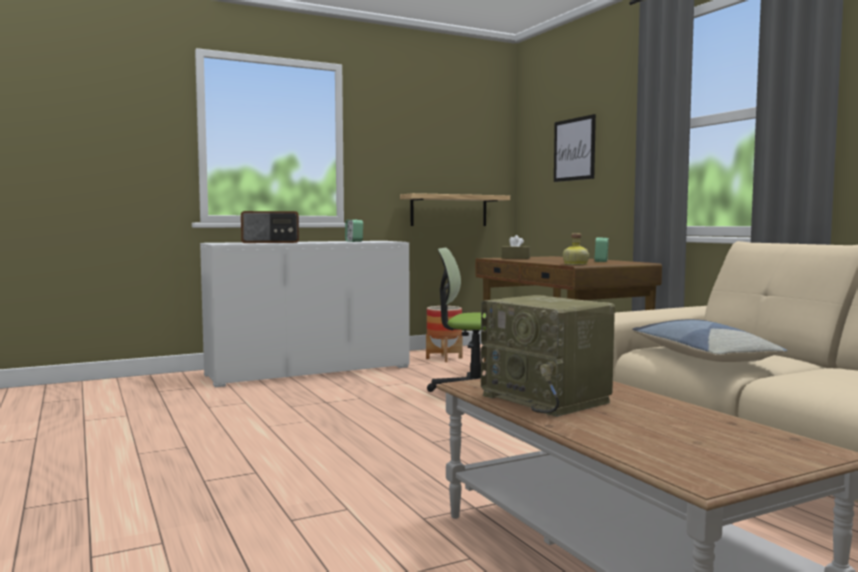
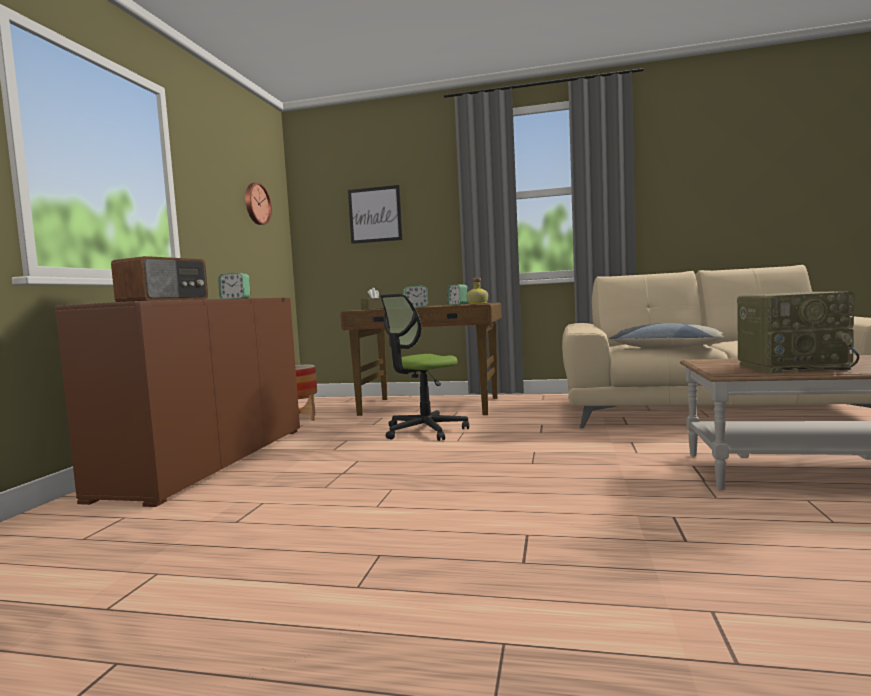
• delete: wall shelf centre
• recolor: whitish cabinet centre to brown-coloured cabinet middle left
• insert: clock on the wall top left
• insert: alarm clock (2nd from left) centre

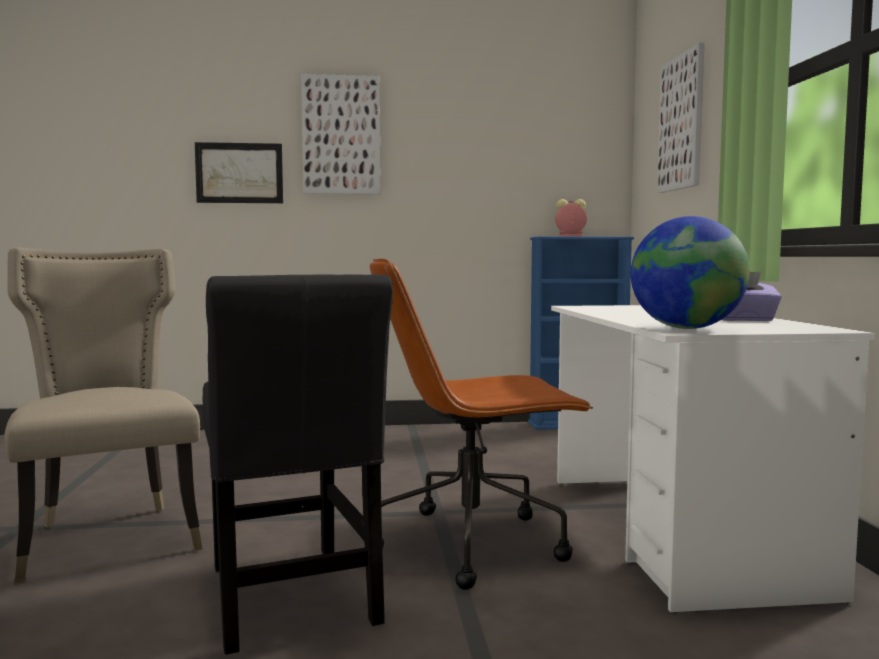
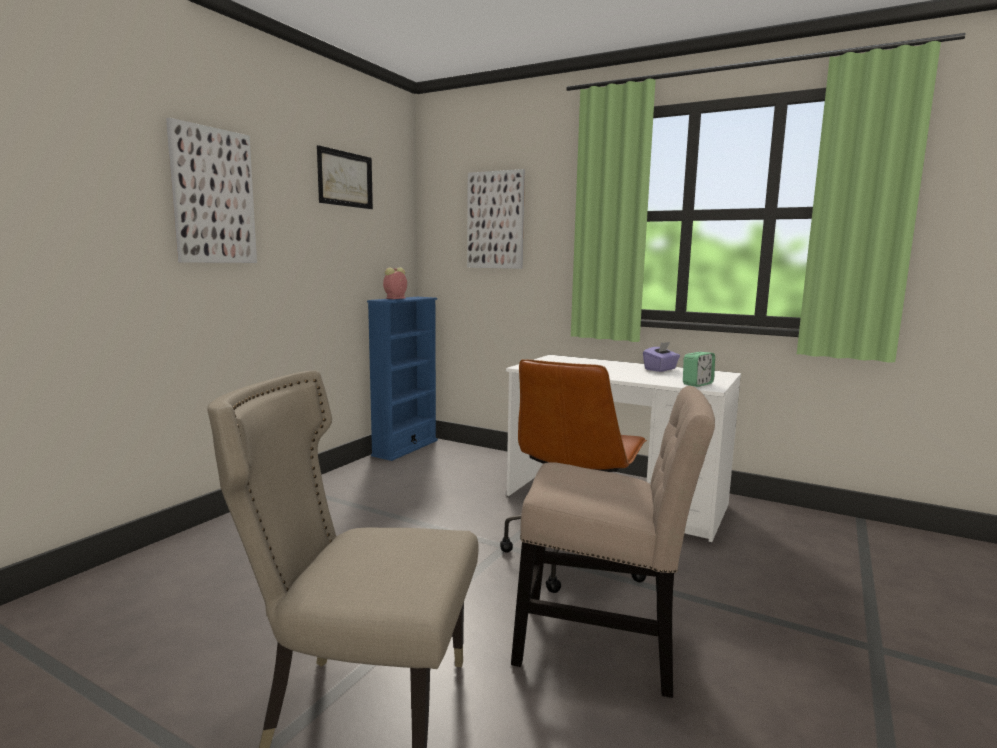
• move: wall picture (1st from left in the first image) top left to wall picture (2nd from left) top centre
• replace: globe middle right to alarm clock (2nd from left) middle right
• recolor: black plain chair bottom centre to beige plain chair (2nd from left) bottom centre

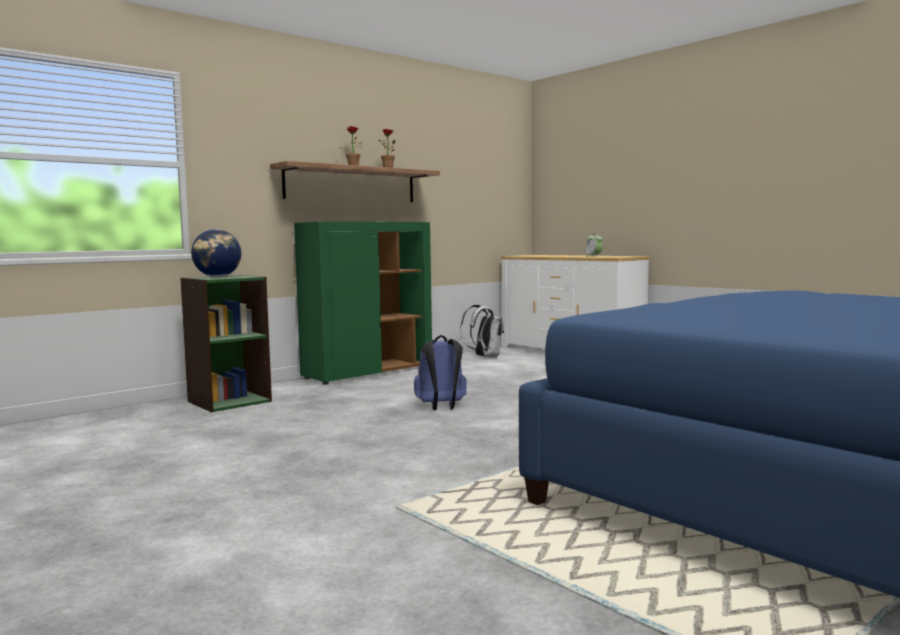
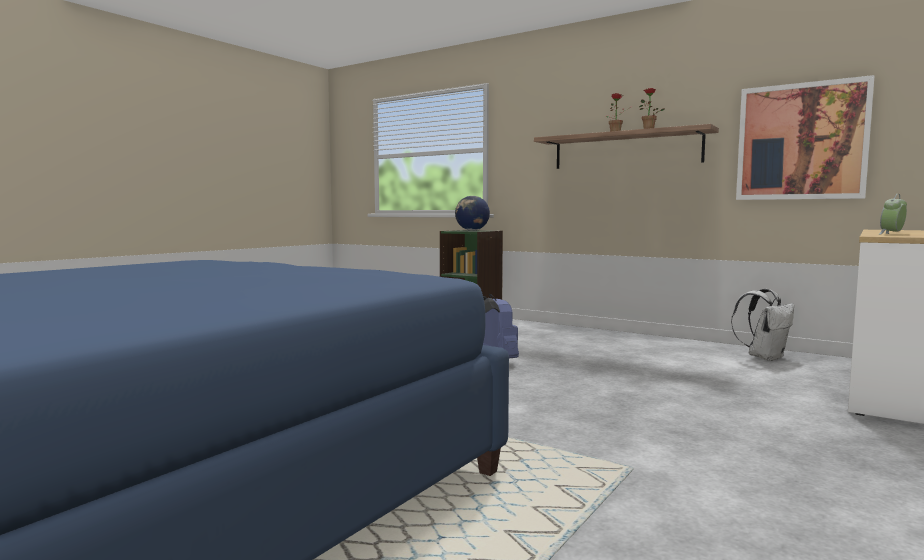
• delete: greenish cabinet centre
• insert: wall picture top right

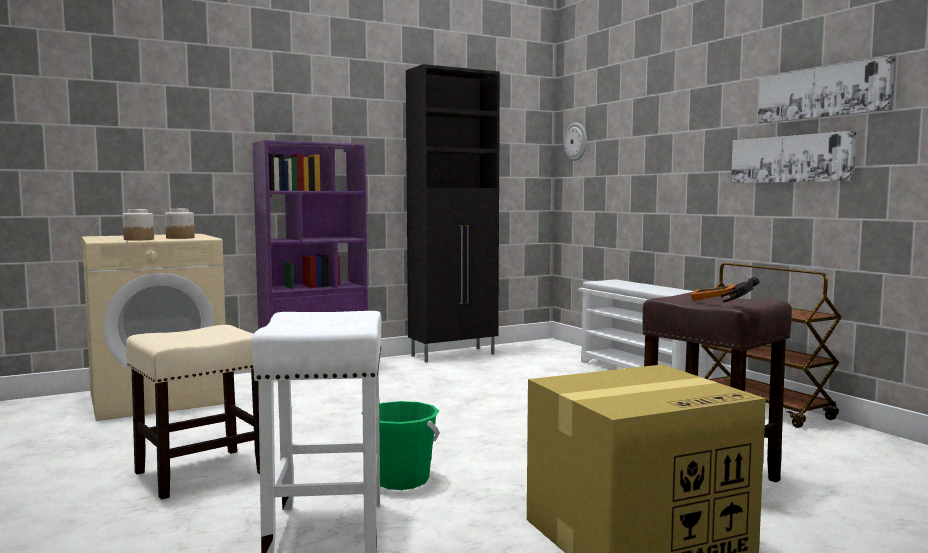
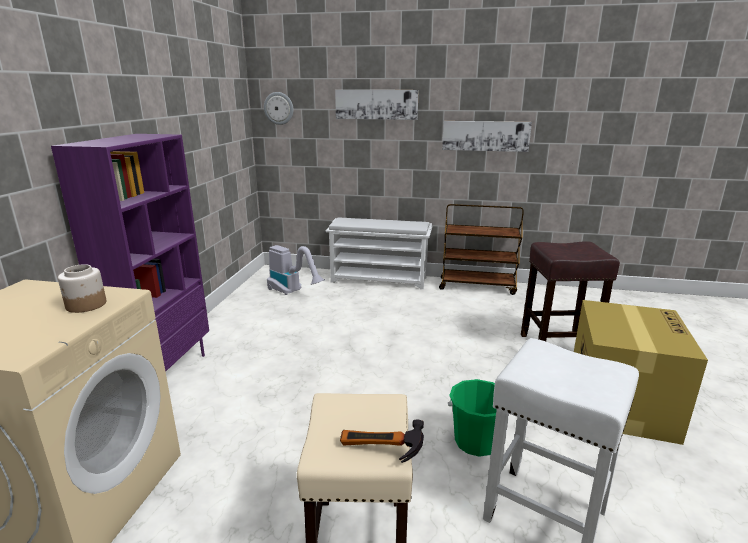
• move: wall picture (2nd from left in the first image) top right to wall picture (1st from left) top centre
• delete: black cabinet centre
• delete: storage jar (1st from left) middle left
• move: hand hammer middle right to bottom centre
• insert: vacuum centre

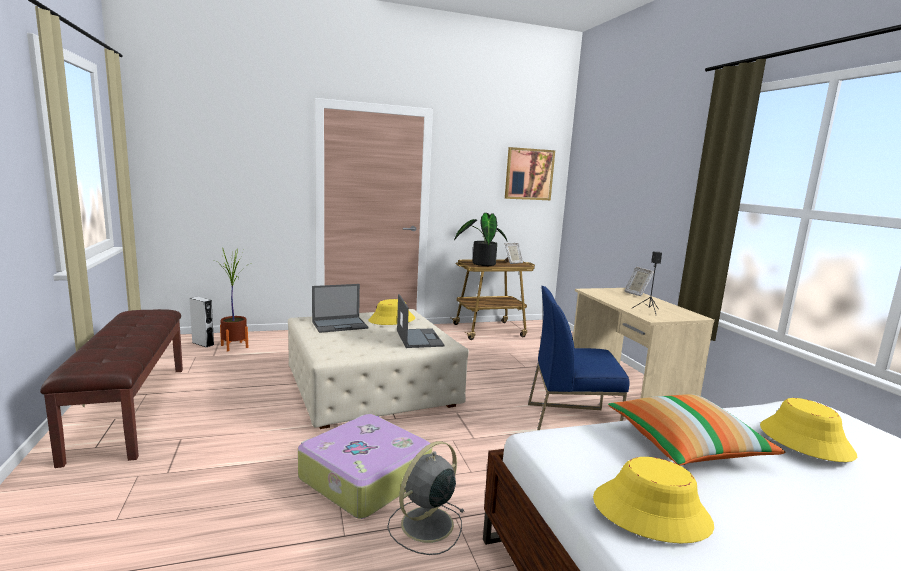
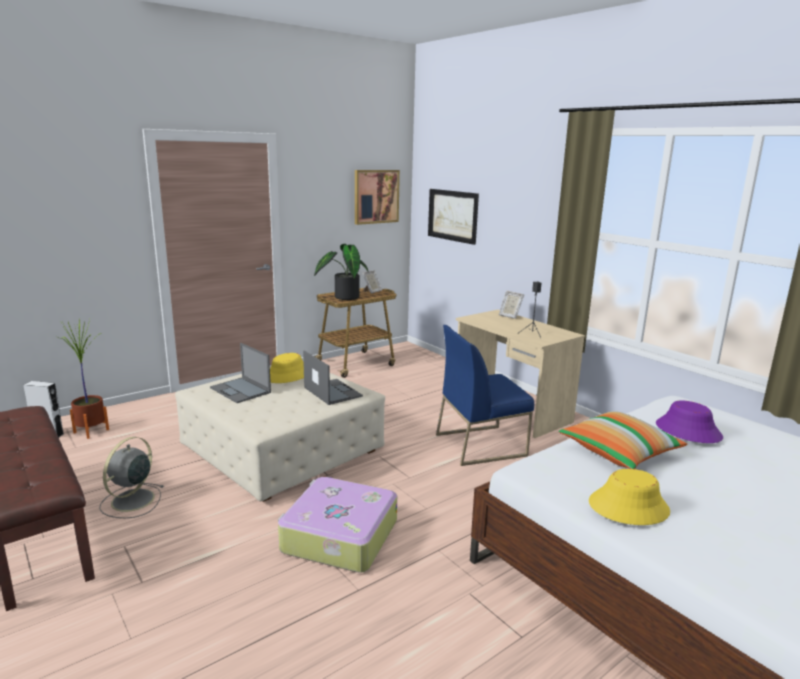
• rotate: portable computer (1st from left) centre = middle left 90 degrees clockwise
• recolor: yellow-coloured wearable hat (3rd from left) bottom right to purplish wearable hat middle right
• move: grey electric fan bottom centre to bottom left
• insert: wall picture (2nd from left) top centre

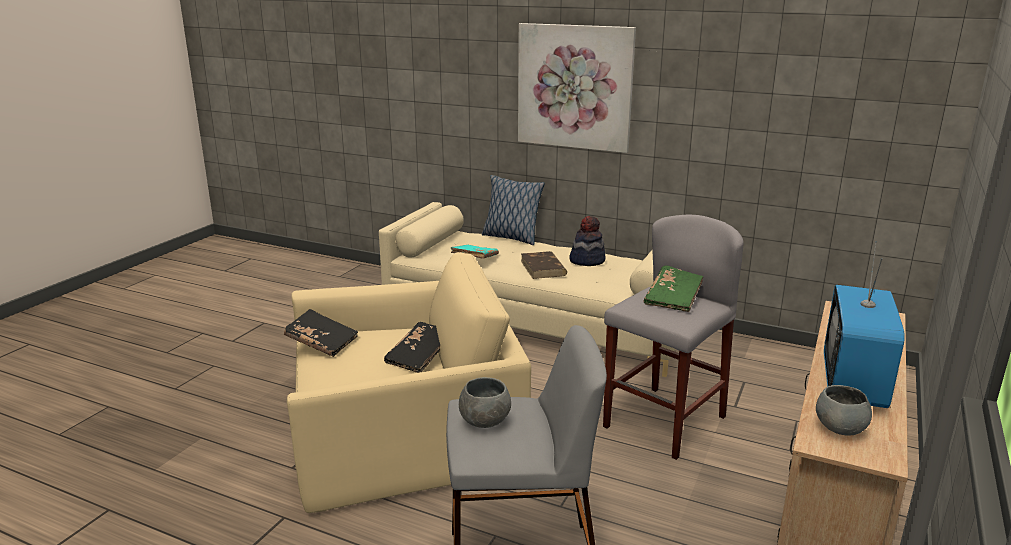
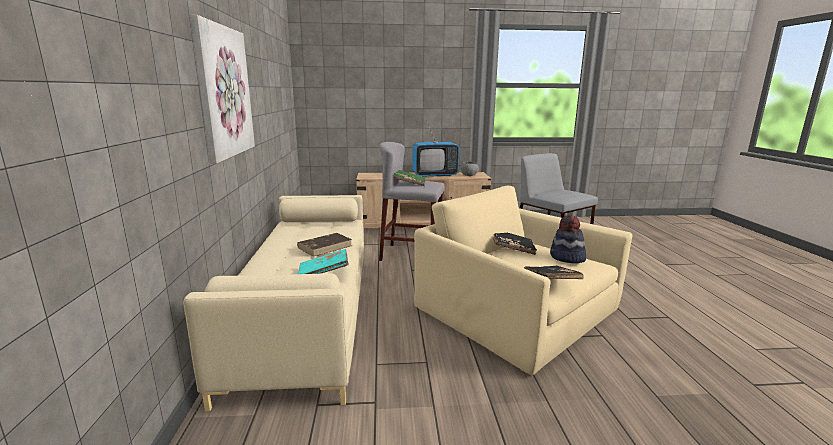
• delete: cushion centre
• move: wearable hat centre to middle right
• delete: grey bowl (1st from left) bottom centre

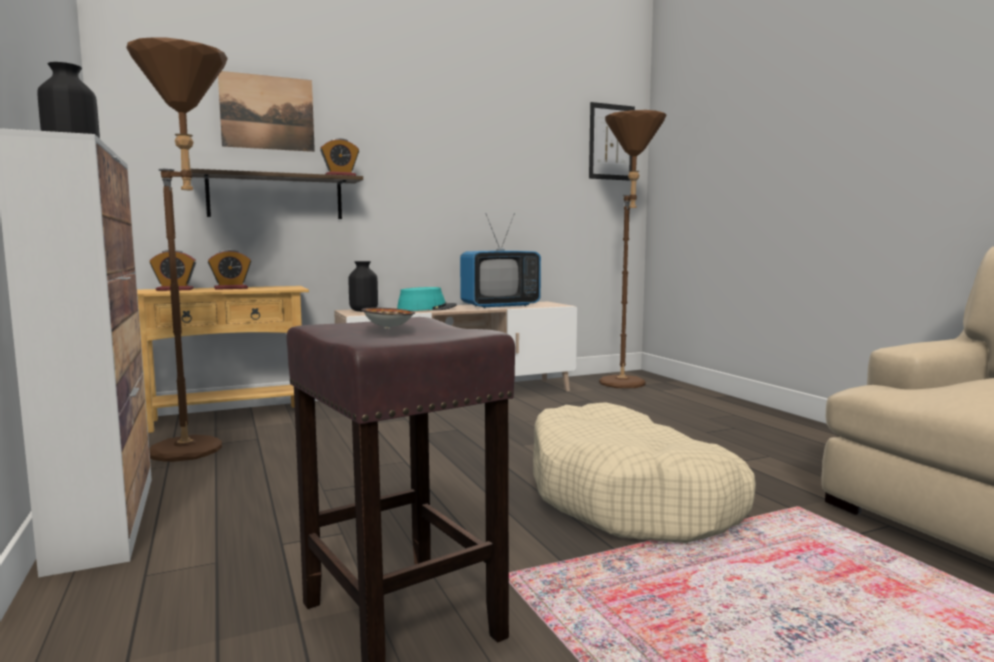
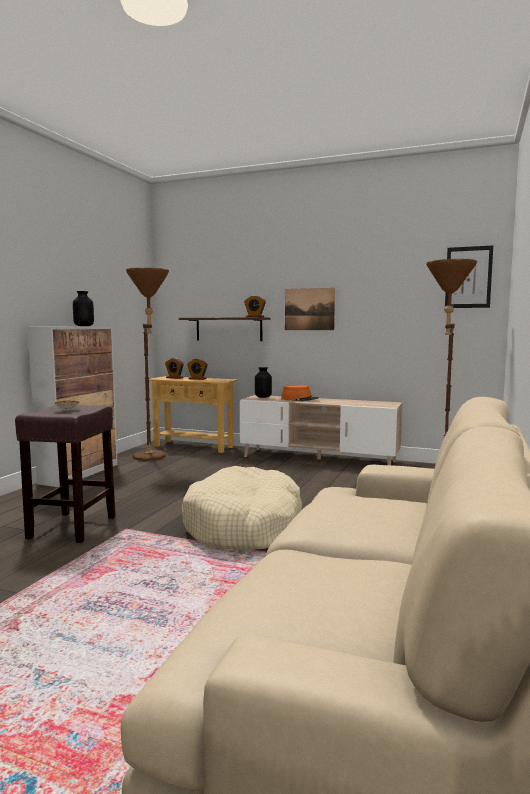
• move: wall picture (1st from left) top left to centre
• delete: TV centre
• recolor: turquoise wearable hat centre to orange-coloured wearable hat centre

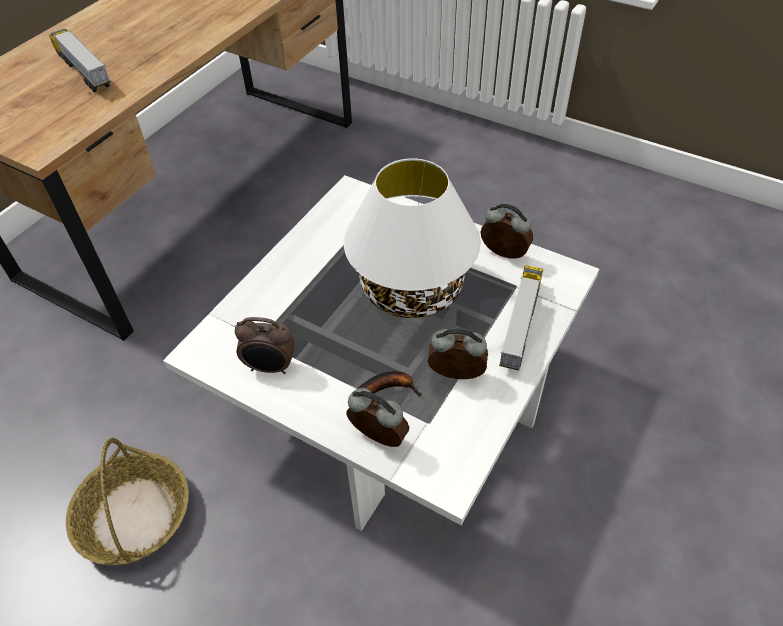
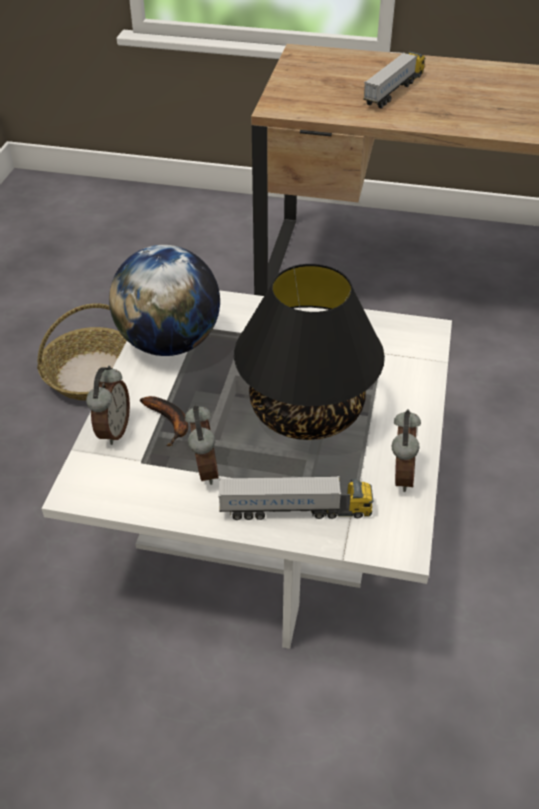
• recolor: whitish table lamp centre to black table lamp centre
• replace: alarm clock (1st from left) centre to globe middle left

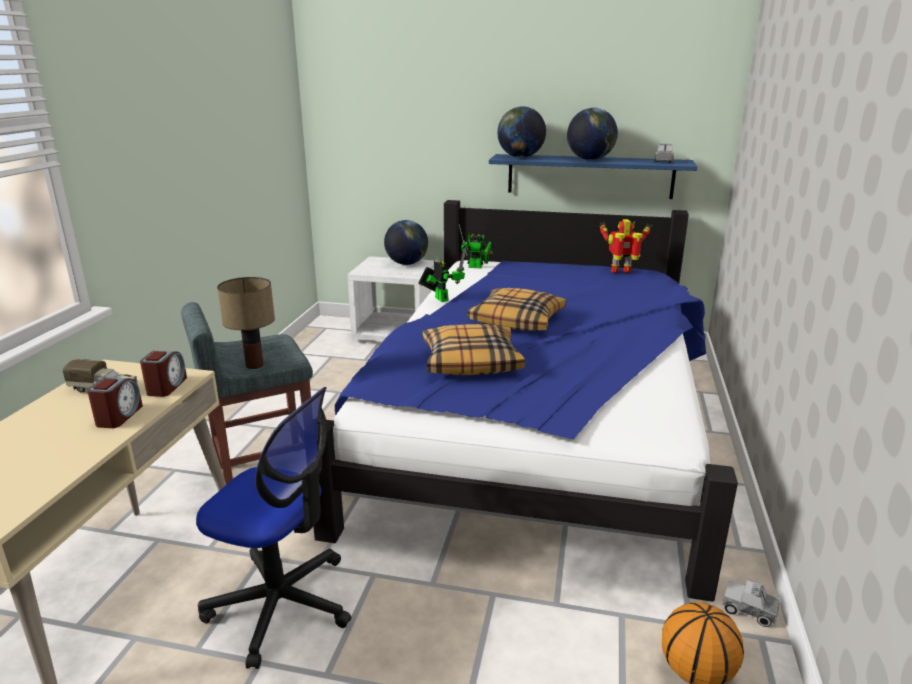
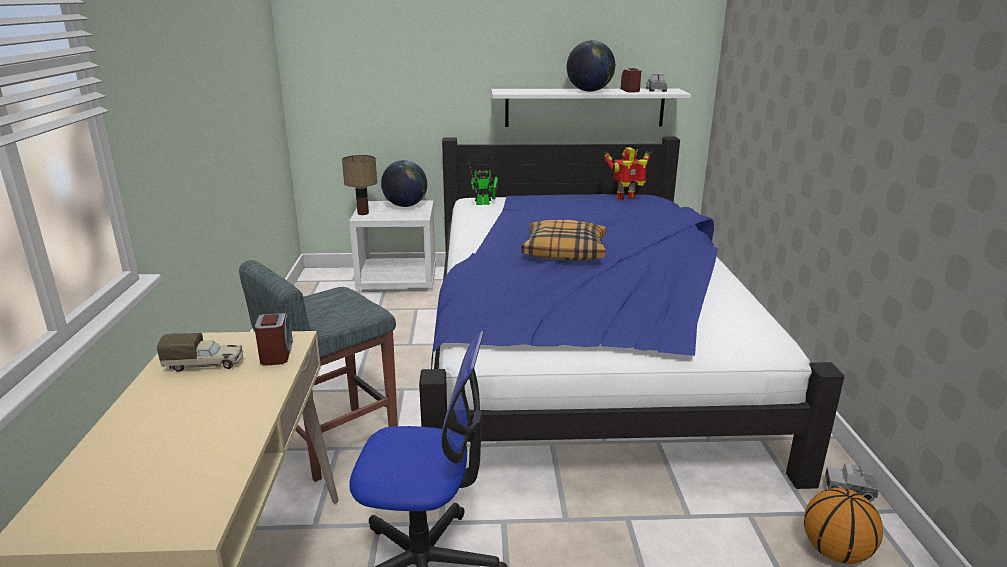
• delete: globe (2nd from left) top centre
• recolor: blue wall shelf top centre to whitish wall shelf top centre
• delete: model robot (1st from left) centre
• move: table lamp middle left to top centre
• delete: cushion (1st from left) centre
• move: alarm clock (1st from left in the first image) middle left to alarm clock (2nd from left) top centre

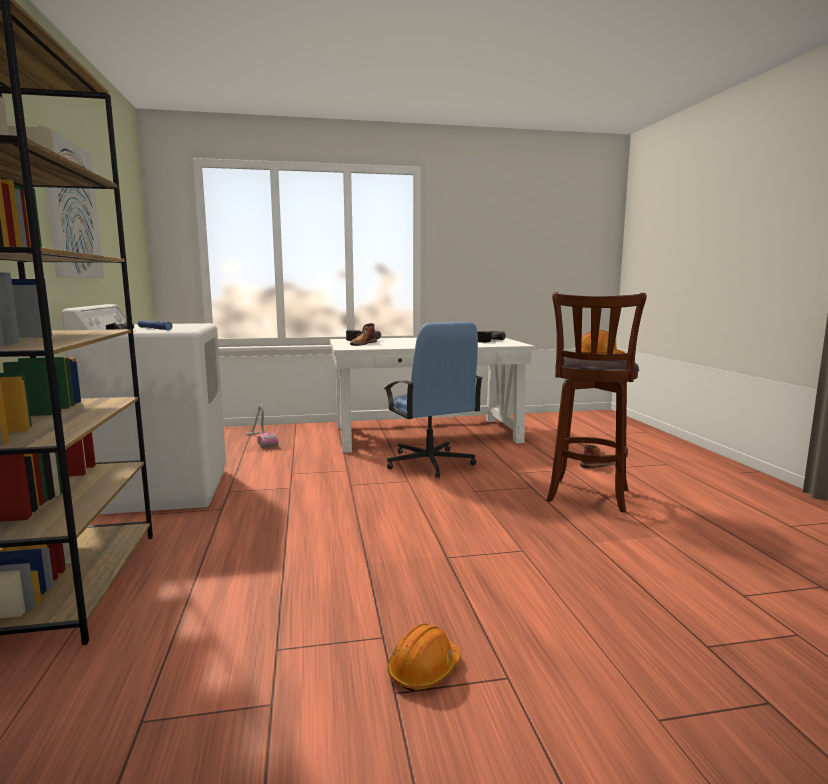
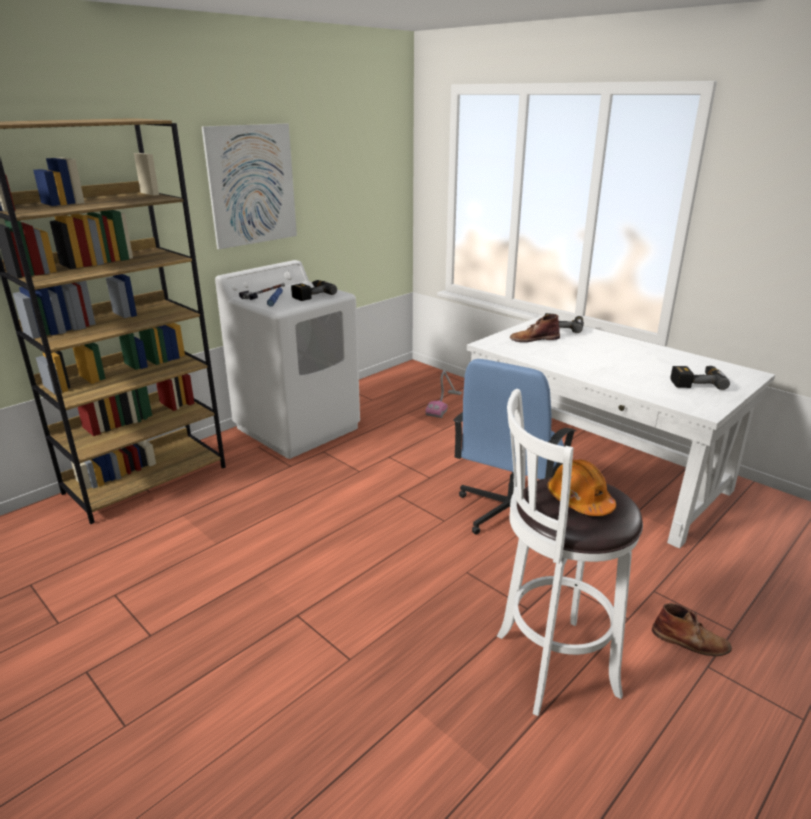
• recolor: brown-coloured stool seat middle right to whitish stool seat bottom right
• delete: orange-coloured hard hat (1st from left) bottom centre
• insert: power drill (1st from left) centre

